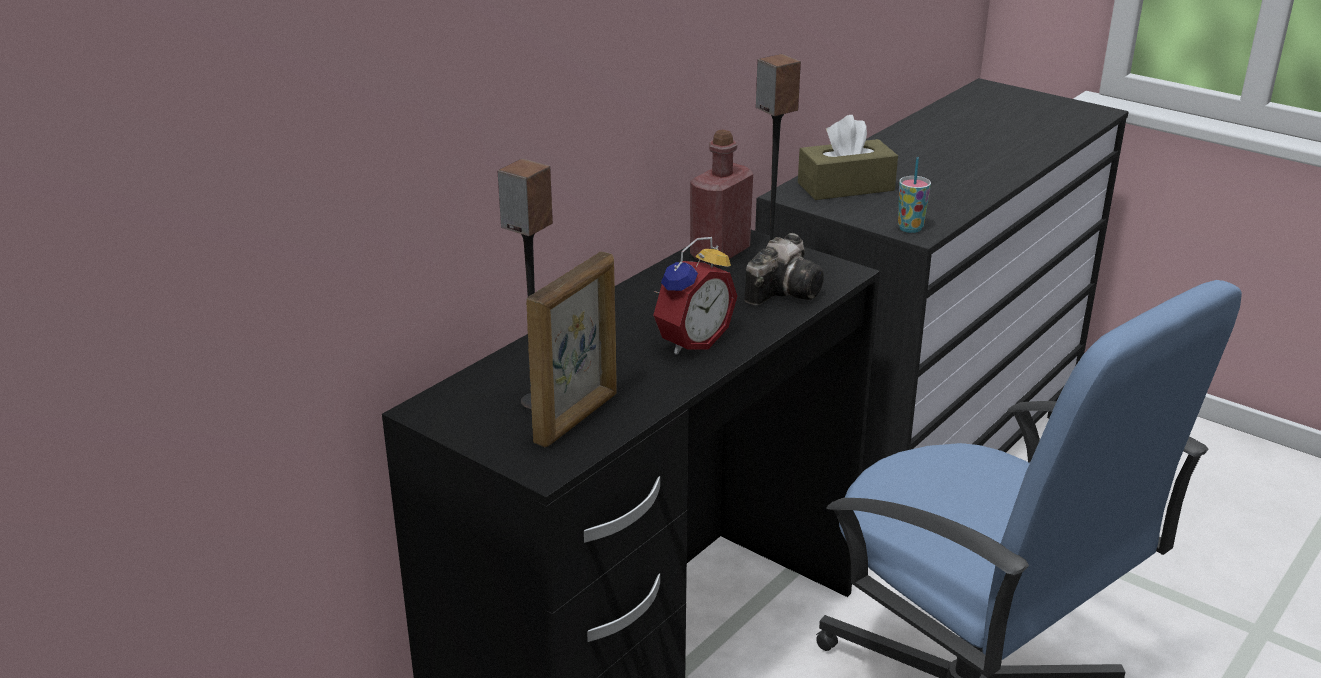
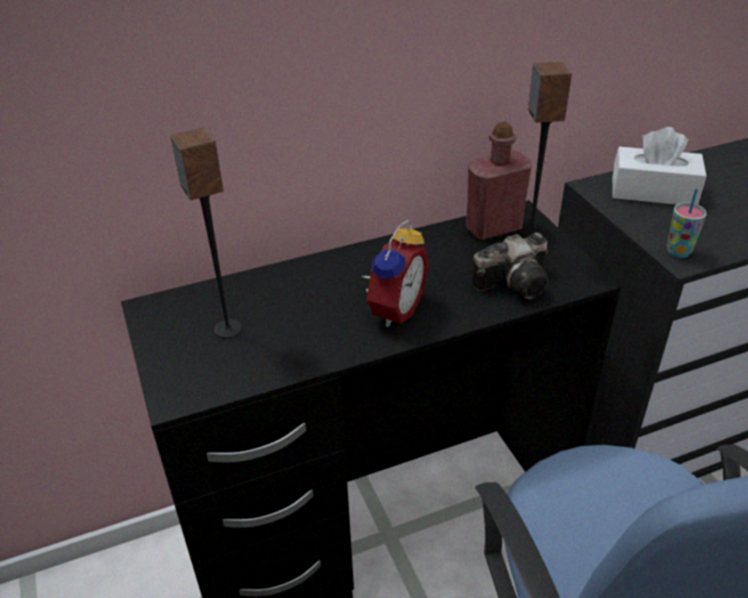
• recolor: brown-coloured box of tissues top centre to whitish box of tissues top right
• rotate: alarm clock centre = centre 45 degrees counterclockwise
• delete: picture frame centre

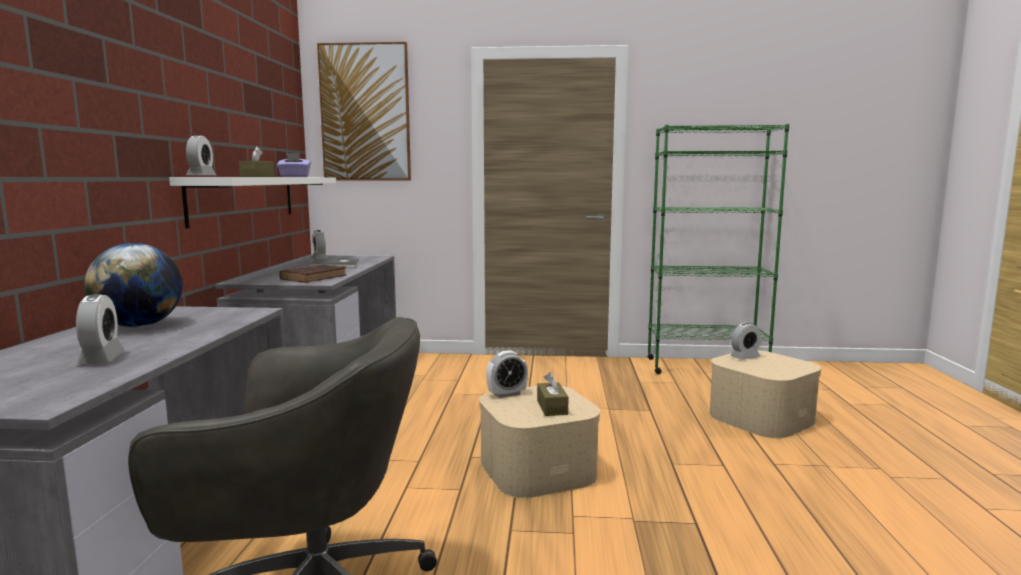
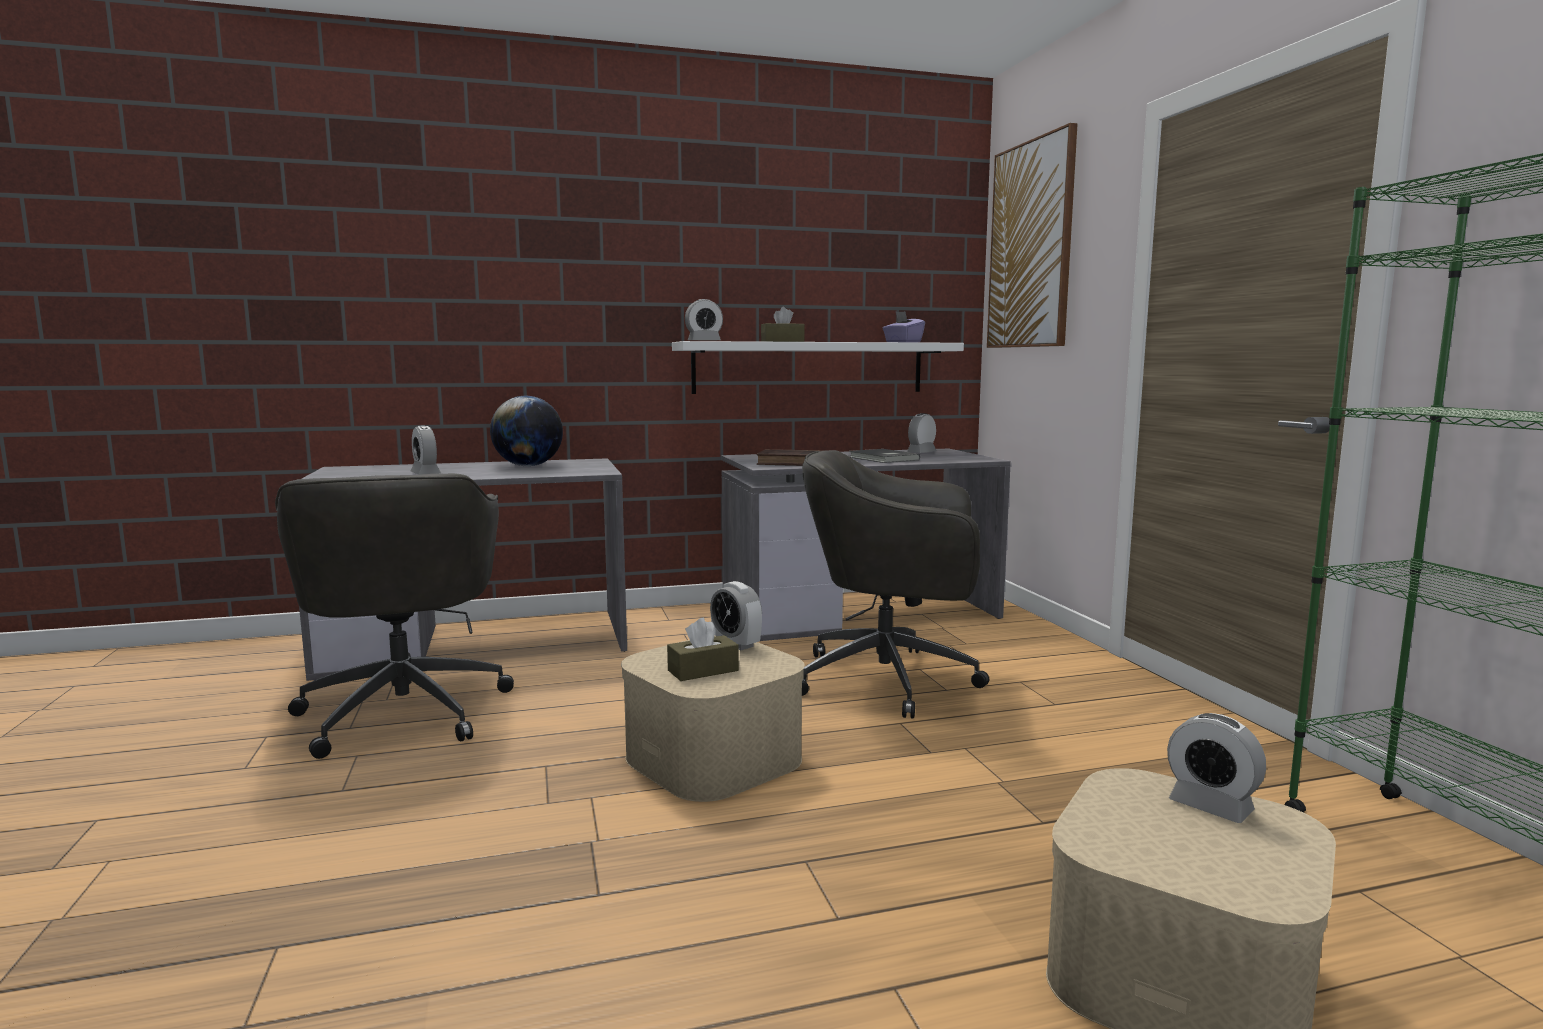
• rotate: alarm clock (1st from left) middle left = middle left 90 degrees clockwise
• insert: grey desk chair (2nd from left) centre

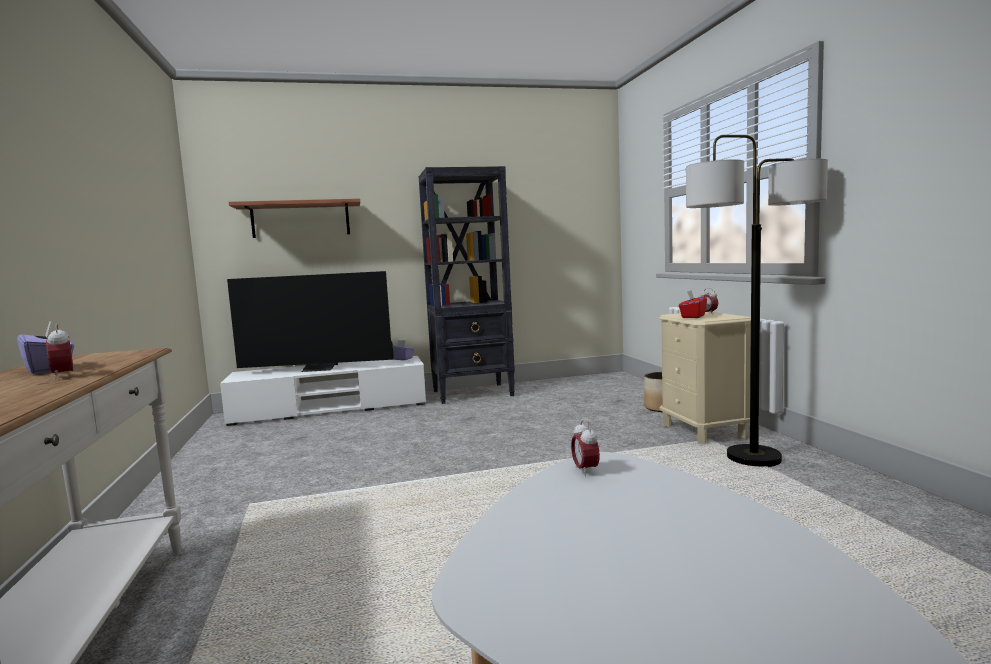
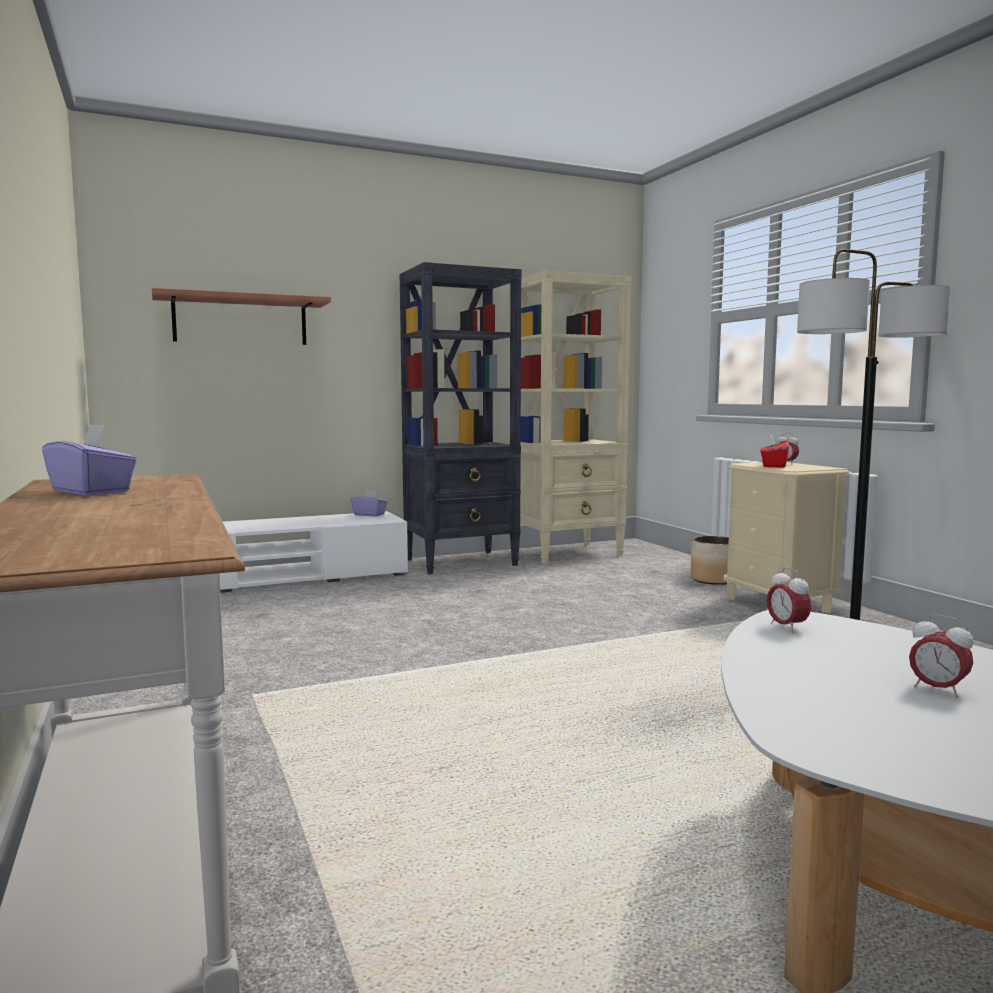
• delete: TV middle left
• move: alarm clock (1st from left in the first image) middle left to alarm clock (3rd from left) middle right
• insert: beige bookcase centre

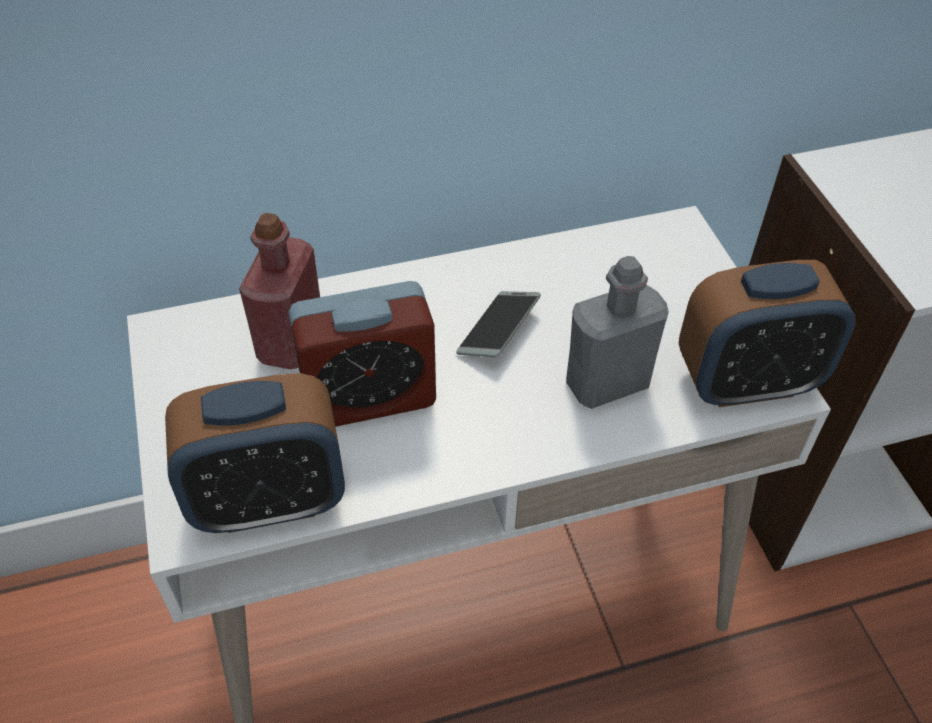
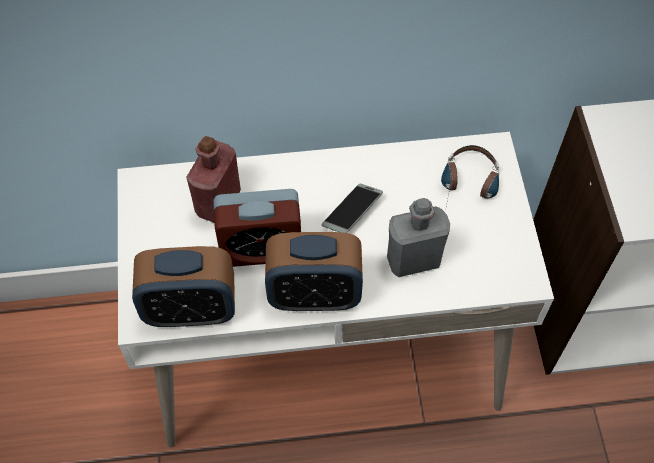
• move: alarm clock (3rd from left) middle right to centre
• insert: headphones middle right

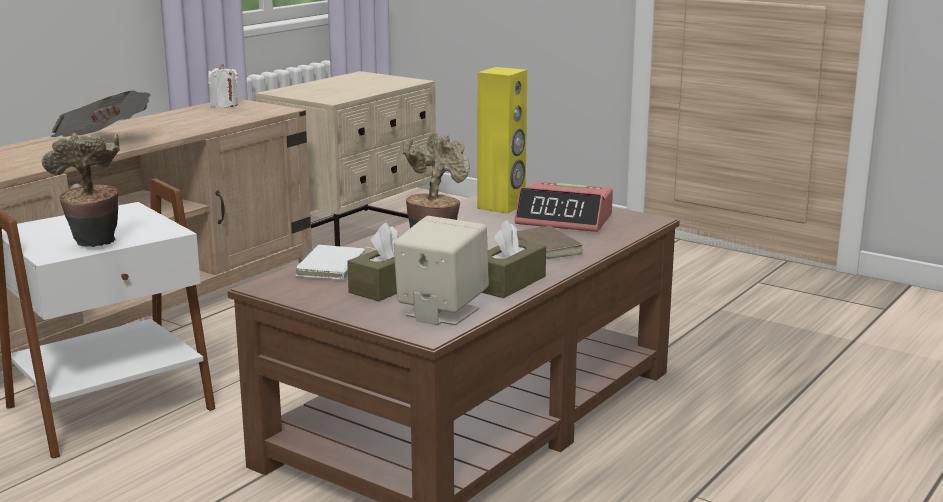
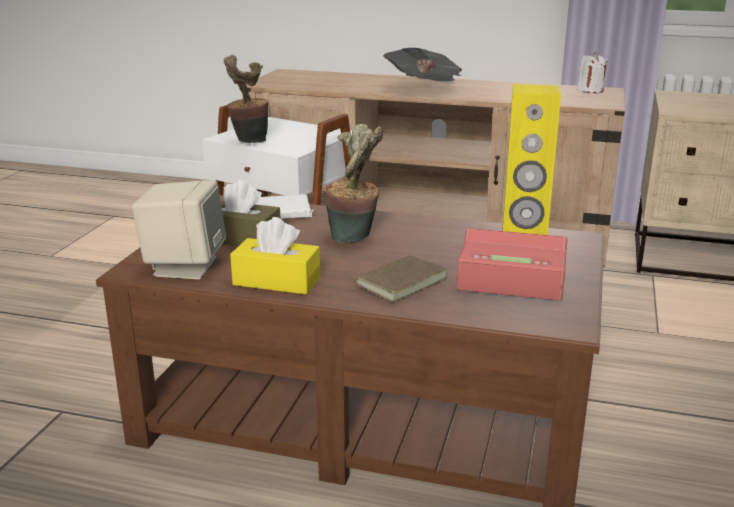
• rotate: alarm clock centre = middle right 105 degrees clockwise
• recolor: brown-coloured box of tissues (2nd from left) centre to yellow-coloured box of tissues centre

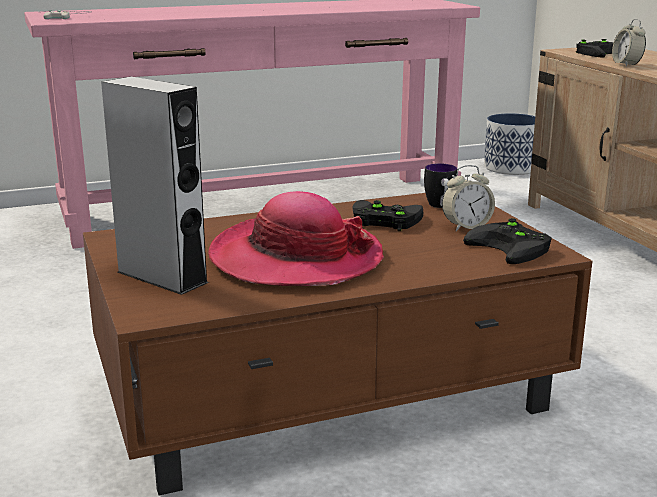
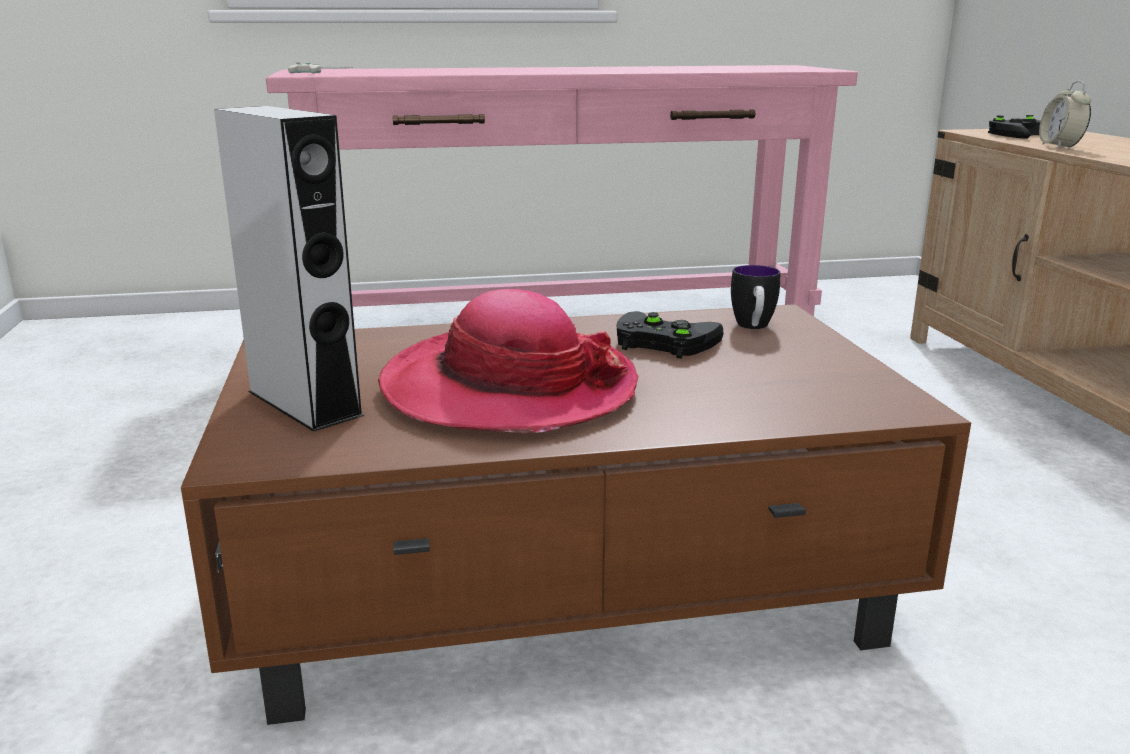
• delete: planter top right
• delete: alarm clock (1st from left) middle right
• delete: black gamepad (2nd from left) middle right

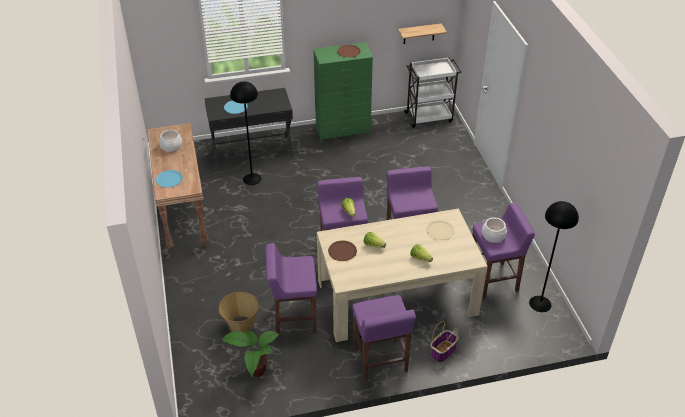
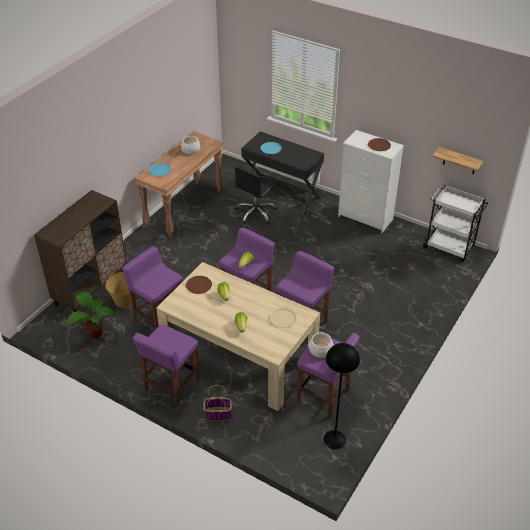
• recolor: greenish dresser top centre to whitish dresser middle right
• replace: black floor lamp (1st from left) top centre to black desk chair centre
• insert: brown-coloured cabinet middle left

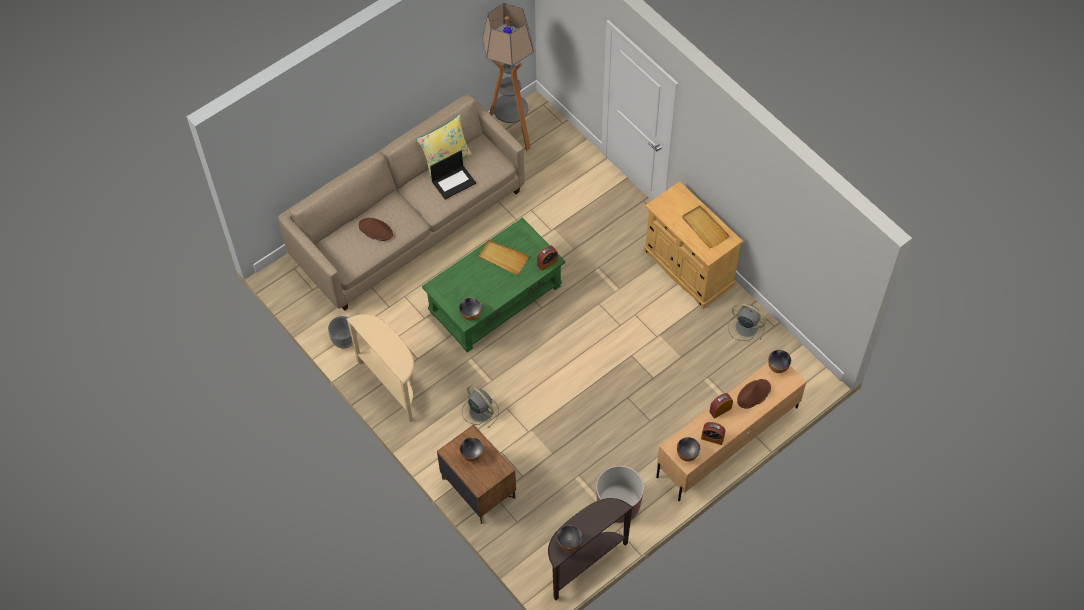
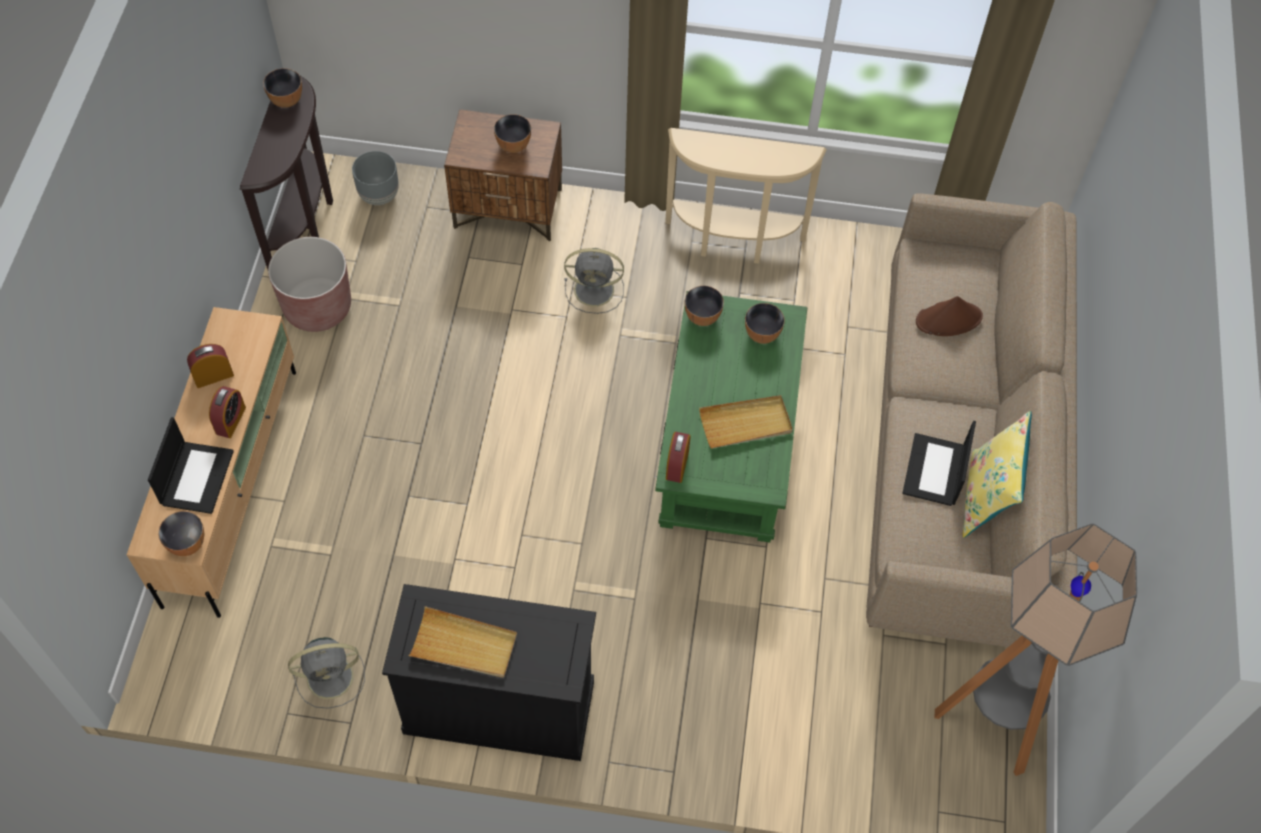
• recolor: beige cabinet centre to black cabinet bottom centre
• move: grey planter middle left to top left
• replace: brown-coloured wearable hat (2nd from left) middle right to portable computer (1st from left) middle left
• move: bowl (4th from left in the first image) bottom centre to bowl (5th from left) centre

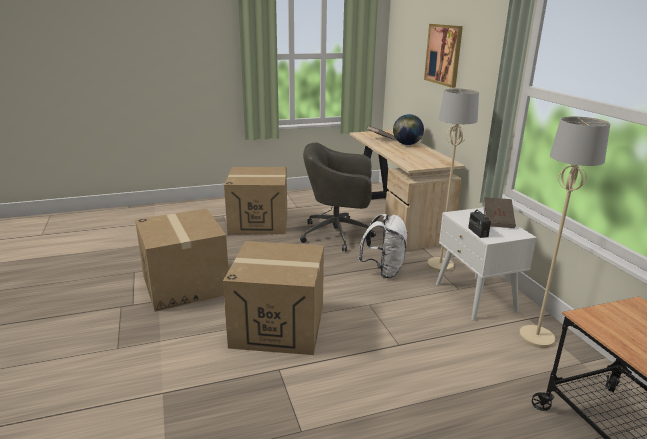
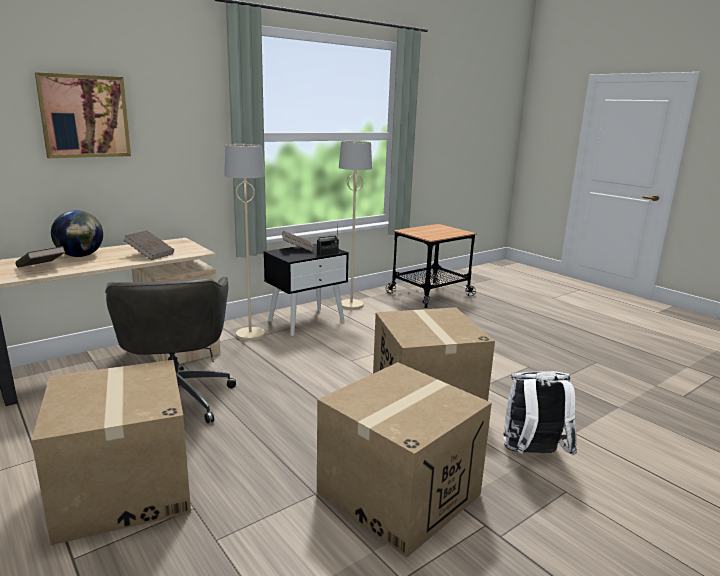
• recolor: whitish nightstand middle right to black nightstand centre
• move: whitish rucksack centre to bottom right
• insert: brown-coloured volume (2nd from left) middle left

